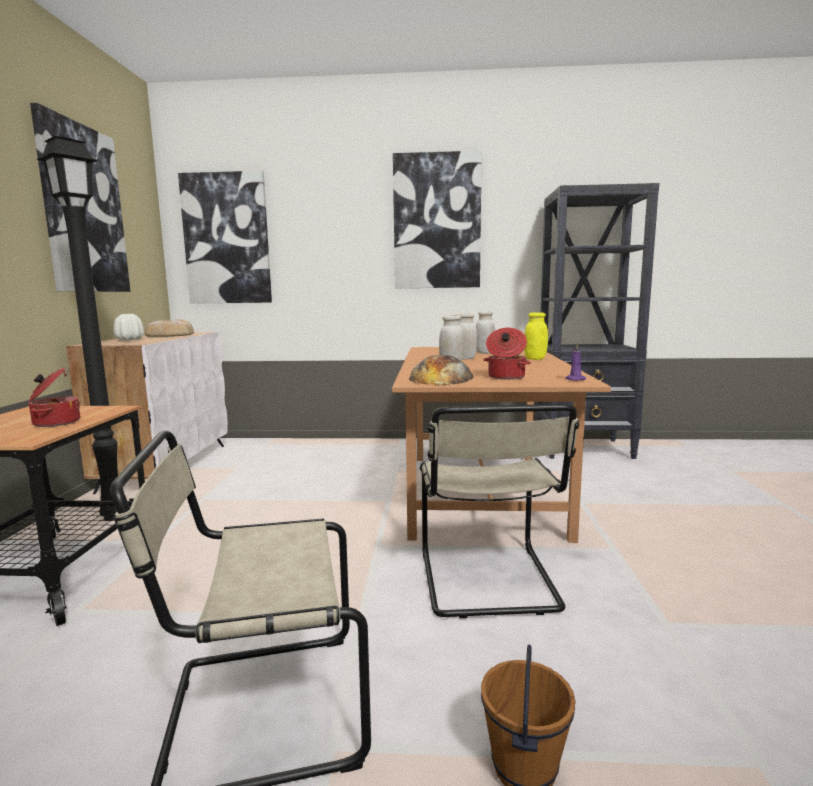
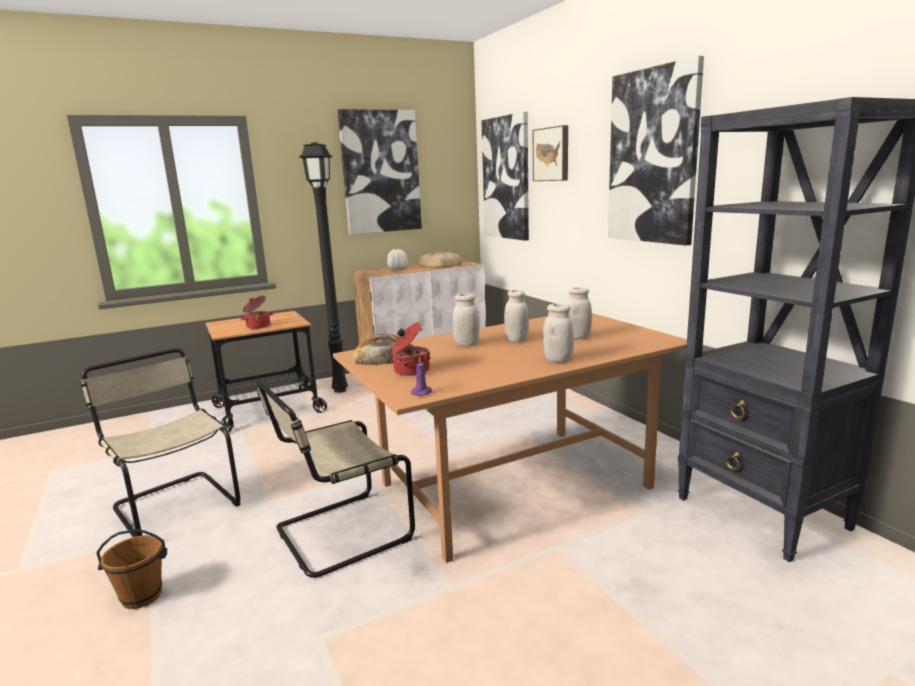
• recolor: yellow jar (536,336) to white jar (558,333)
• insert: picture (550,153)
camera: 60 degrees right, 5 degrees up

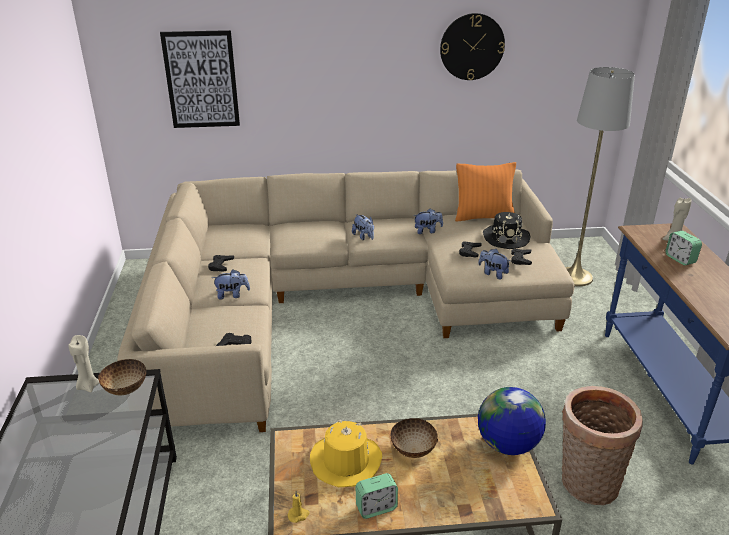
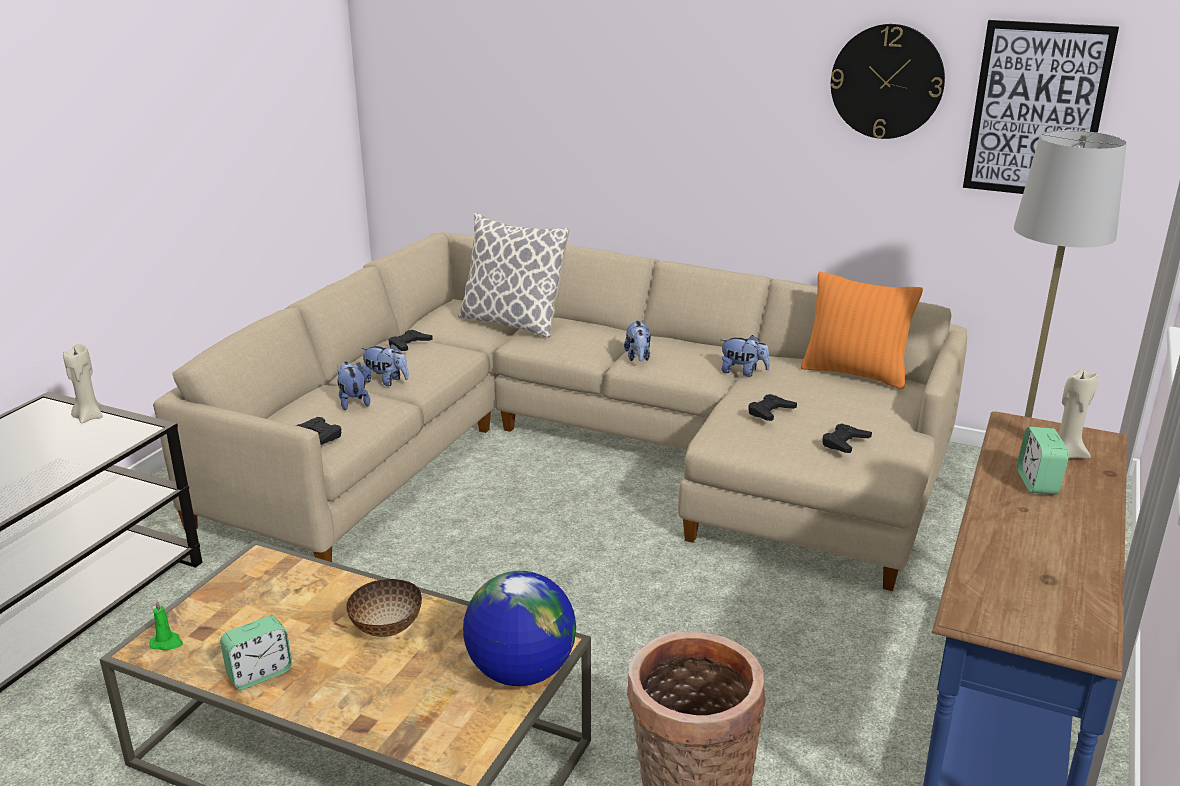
• delete: bowl (122,377)
• move: picture (200,79) to (1041,107)
• recolor: yellow candle (298,507) to green candle (166,625)
• delete: yellow hat (346,453)
• rotate: alarm clock (377,496) = (256,652) 45 degrees counterclockwise
• move: plush toy (494,264) to (353,385)
• delete: black hat (506,230)
• insert: pillow (514,275)
camera: 30 degrees right, 5 degrees down

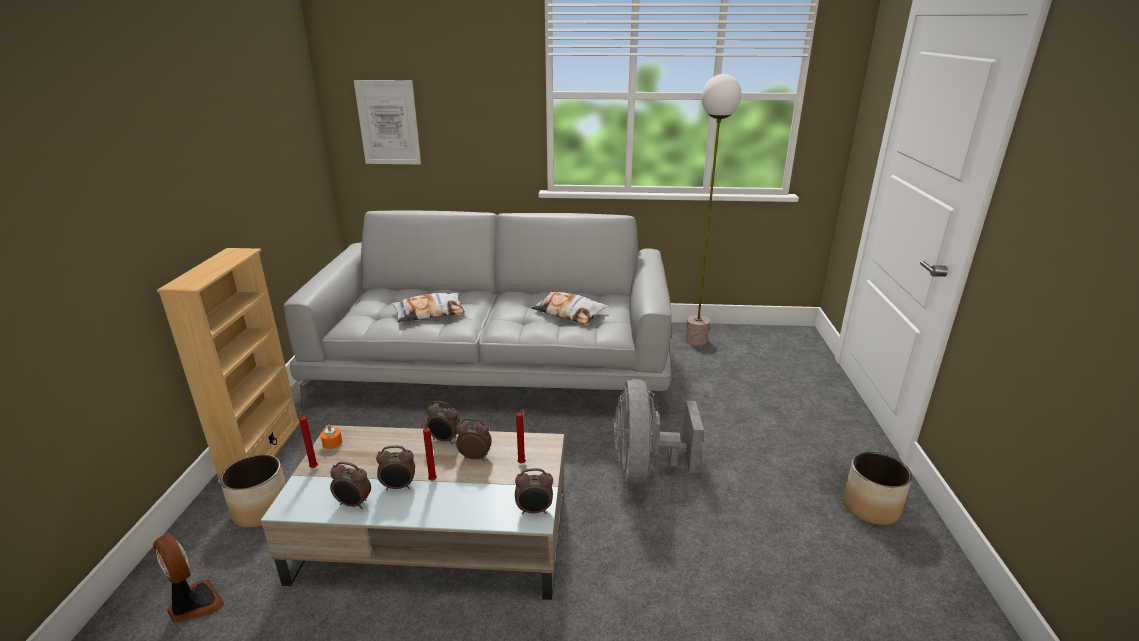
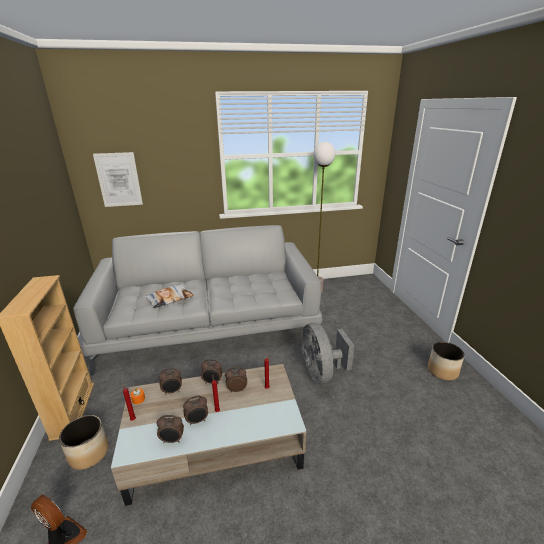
• move: alarm clock (534,491) to (170,381)
• delete: pillow (569,307)
camera: 15 degrees left, 0 degrees up

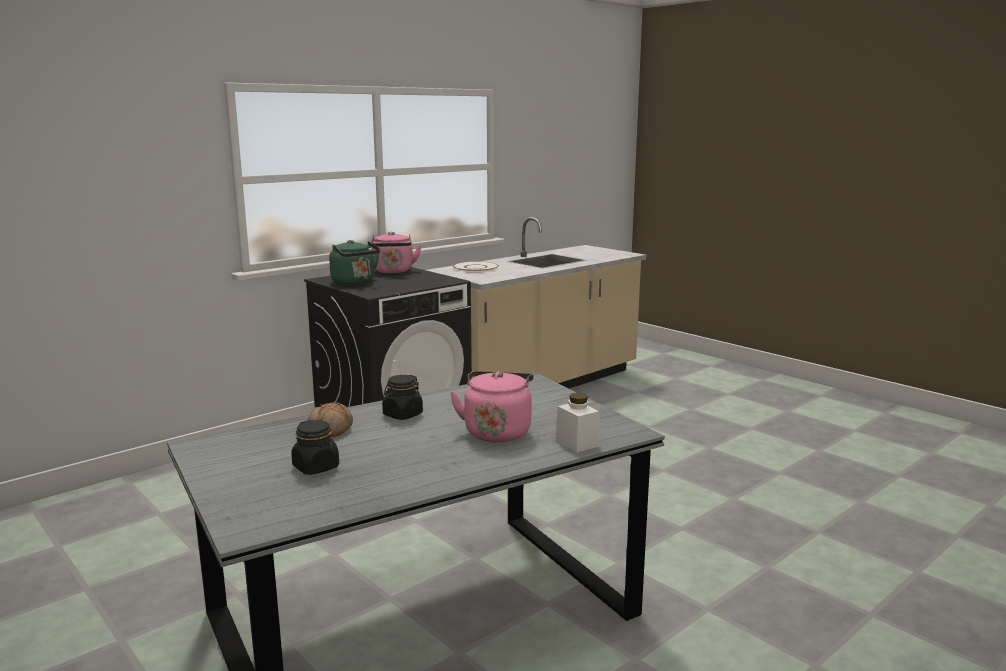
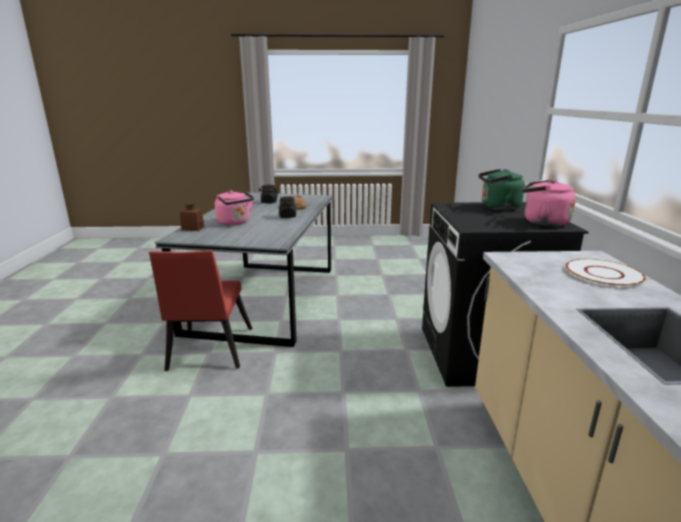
• recolor: white jar (577,423) to brown jar (192,217)
• insert: red chair (200,310)
camera: 130 degrees right, 5 degrees up

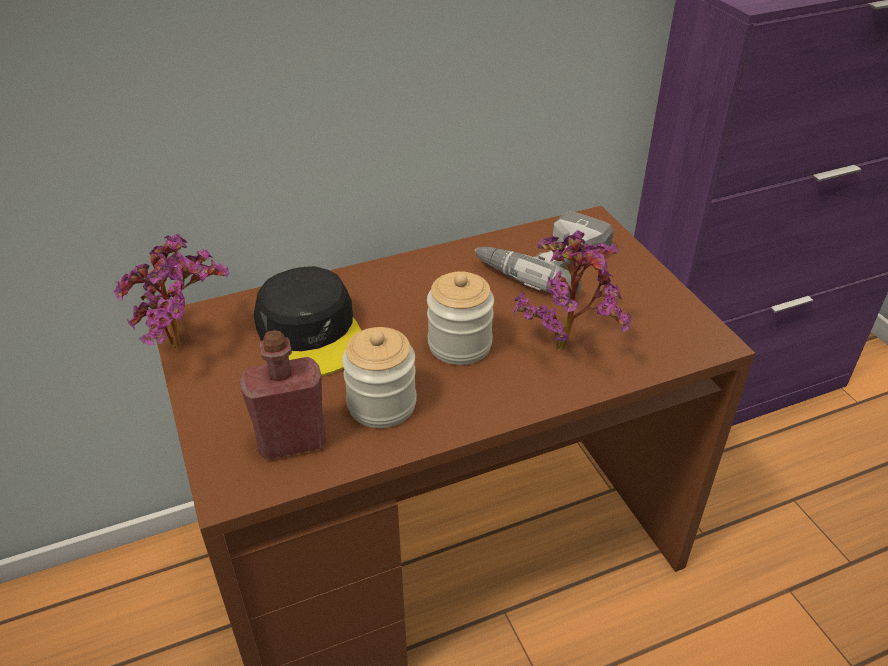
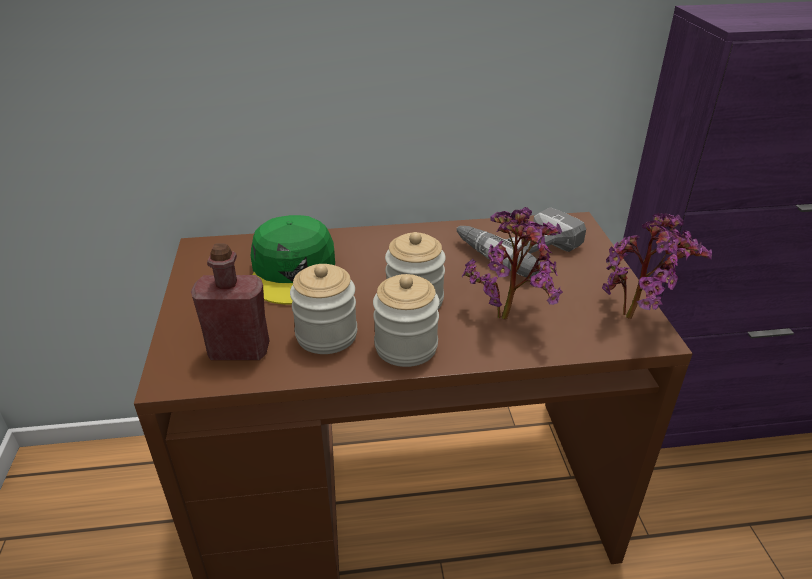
• move: potted plant (171,291) to (657,266)
• recolor: black cap (308,321) to green cap (293,260)
• insert: jar (406,320)
camera: 15 degrees right, 5 degrees down

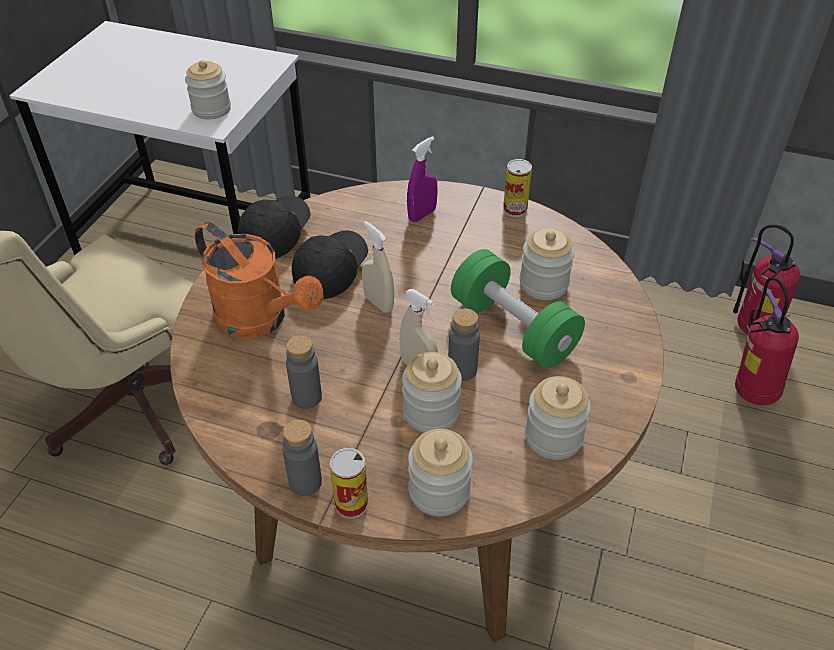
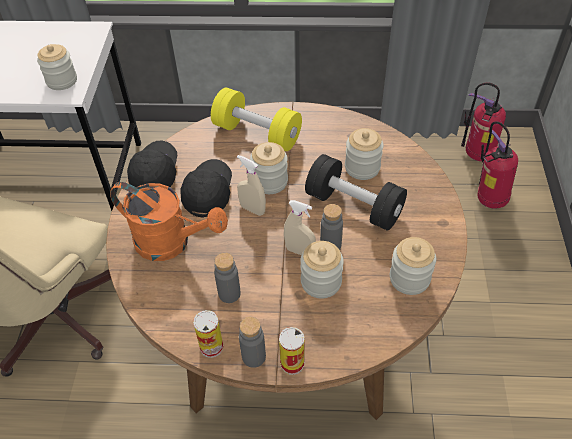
• replace: purple spray bottle (422,179) to yellow dumbbell (256,119)
• move: jar (440,472) to (269,168)
• recolor: green dumbbell (518,308) to black dumbbell (356,192)
• move: can (517,188) to (208,334)
camera: 15 degrees left, 5 degrees up

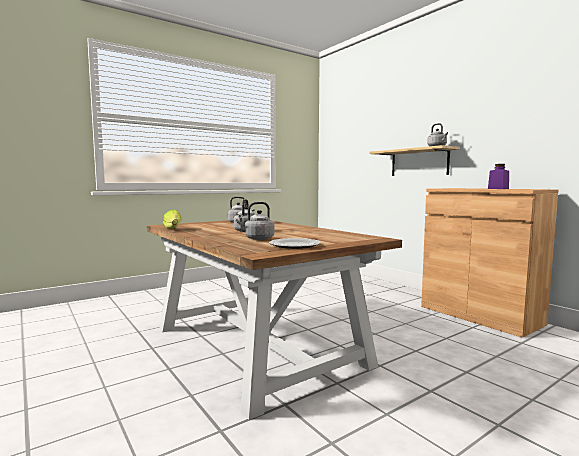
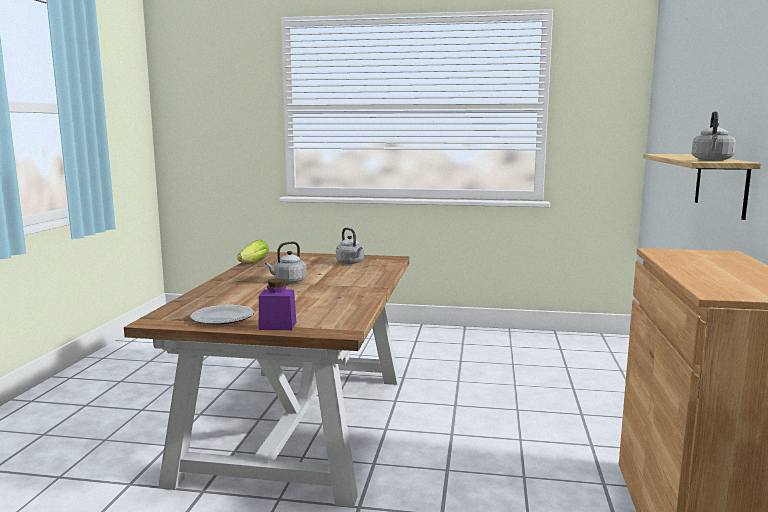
• delete: grey kettle (255,221)
• move: purple jar (498,176) to (277,304)
camera: 45 degrees right, 5 degrees up

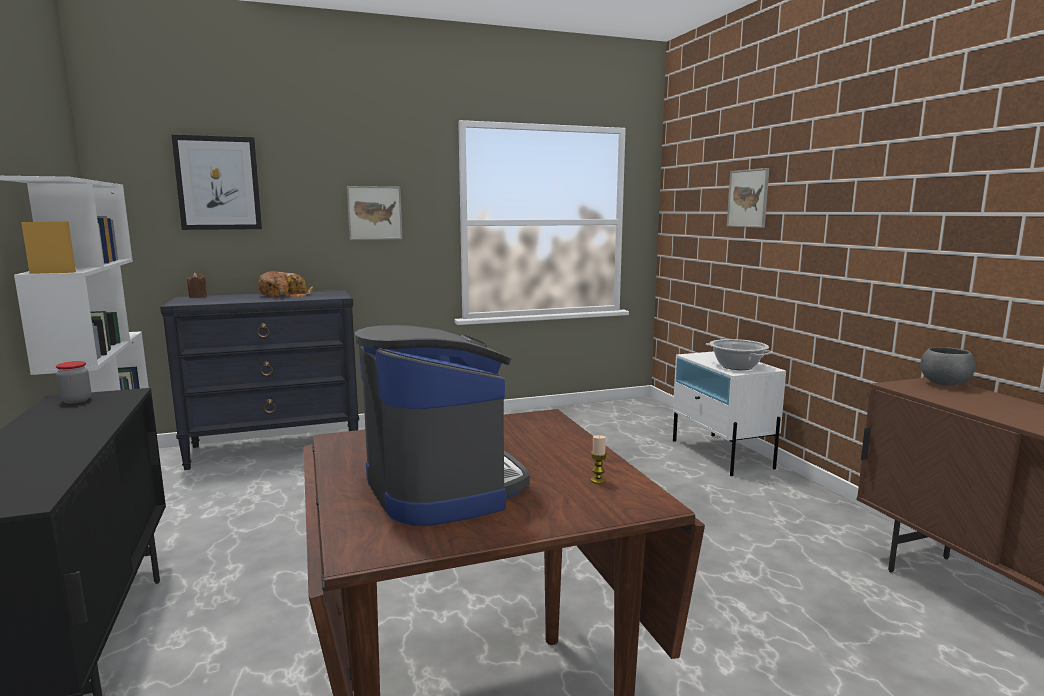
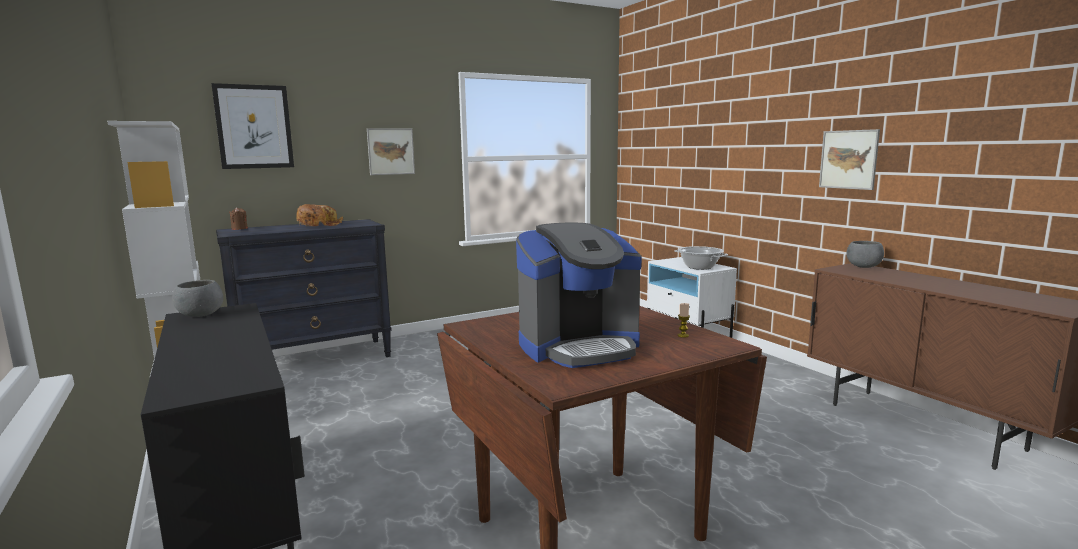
• replace: jar (73,382) to grey bowl (197,298)
• rotate: coffee machine (442,425) = (579,295) 105 degrees clockwise
• move: picture (748,198) to (849,159)
camera: 10 degrees left, 0 degrees up

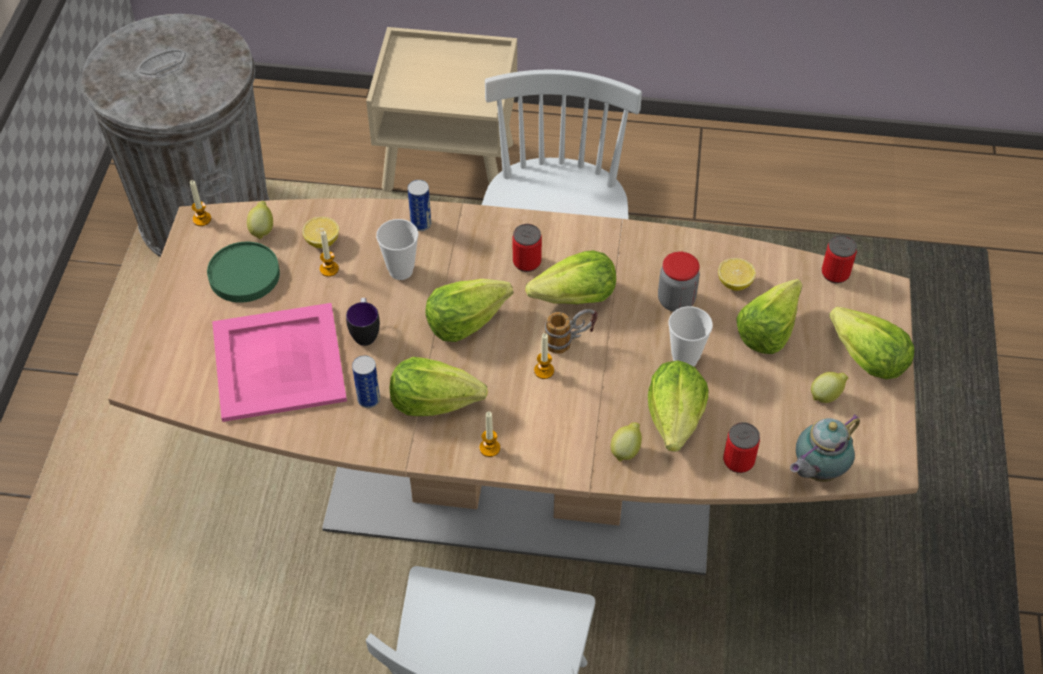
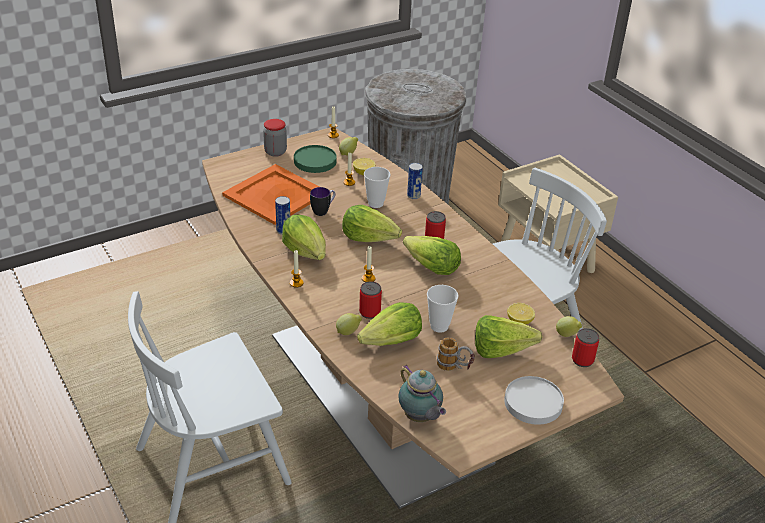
• recolor: pink tray (279,362) to orange tray (270,194)
• move: mug (571,331) to (456,354)
• move: jar (679,282) to (275,138)
• move: can (741,447) to (370,300)
• rotate: teapot (825,448) = (422,393) 135 degrees counterclockwise
• move: lemon (829,387) to (569,326)
• replace: lettuce (871,343) to white plate (534,400)
camera: 50 degrees right, 15 degrees down

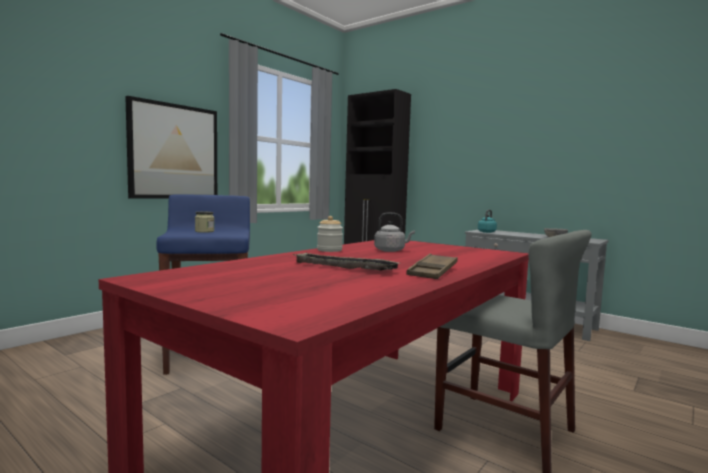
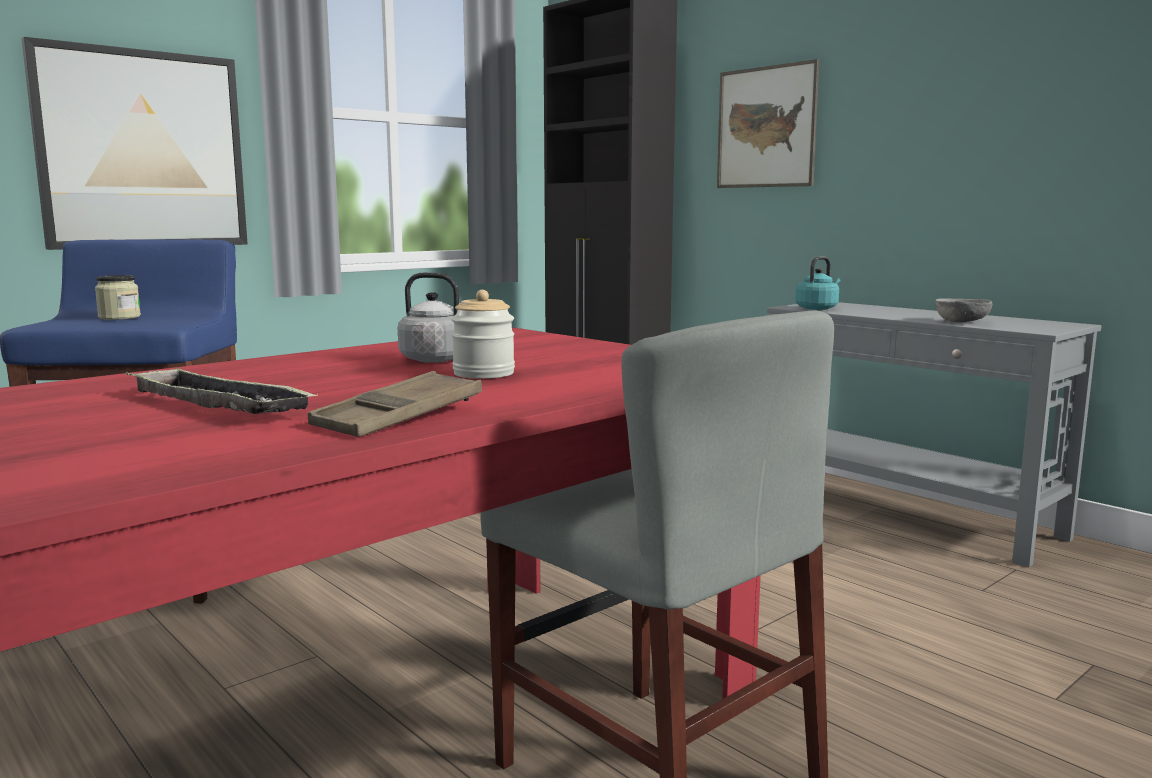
• move: jar (330,234) to (483,334)
• insert: picture (768,123)
camera: 10 degrees right, 5 degrees up

